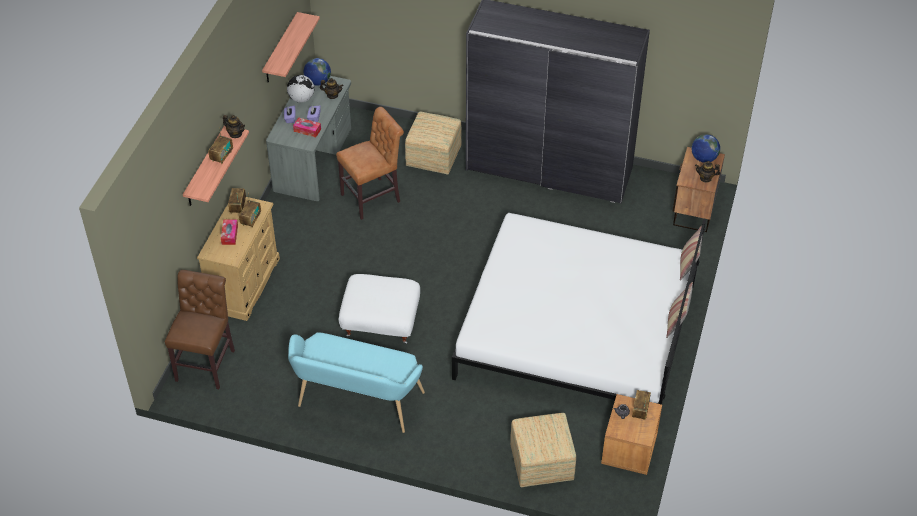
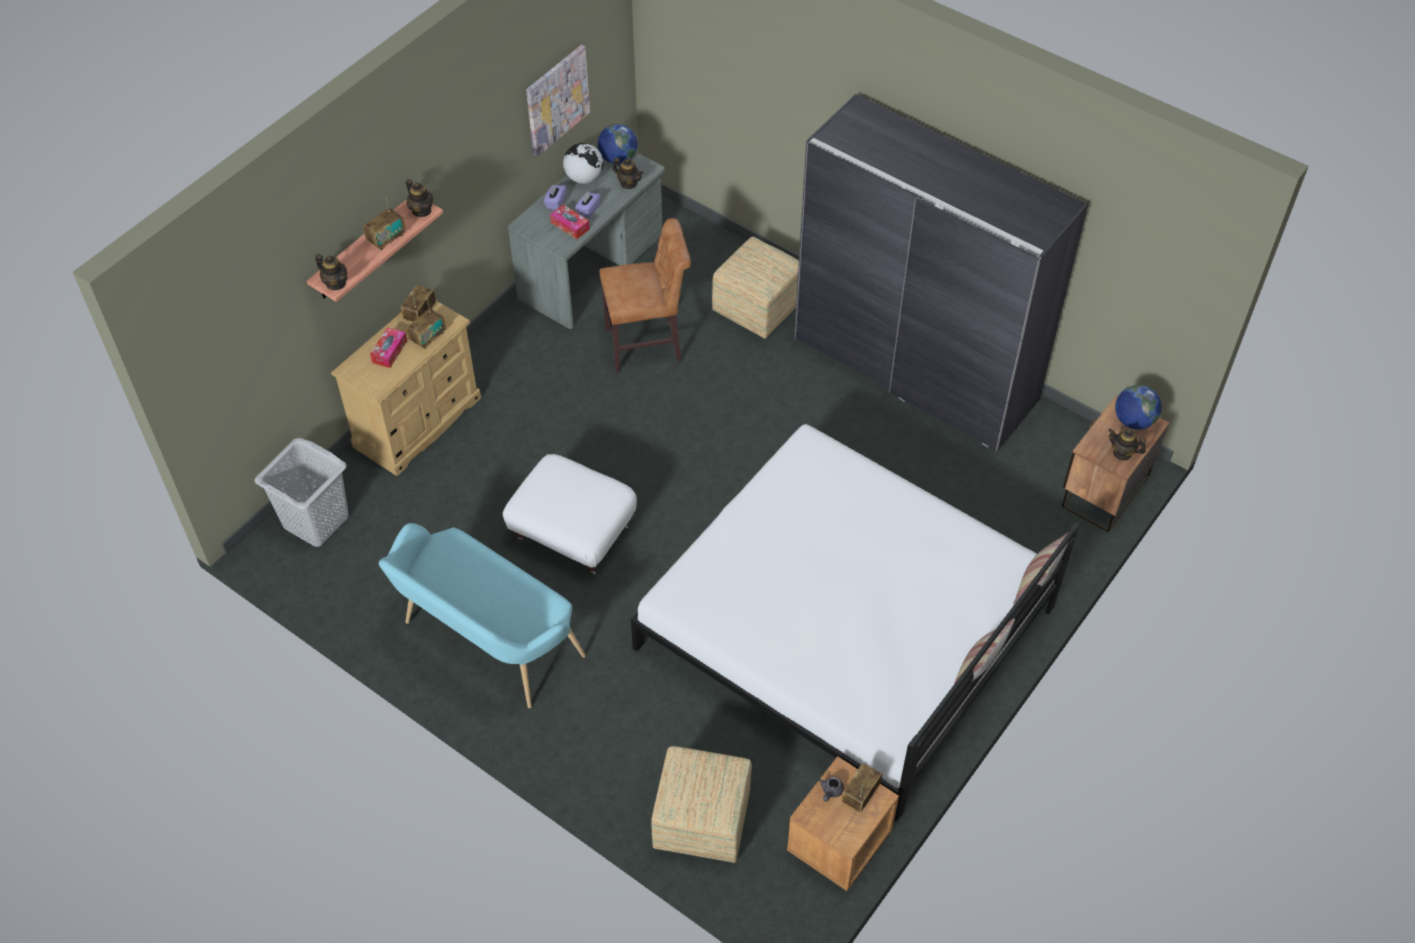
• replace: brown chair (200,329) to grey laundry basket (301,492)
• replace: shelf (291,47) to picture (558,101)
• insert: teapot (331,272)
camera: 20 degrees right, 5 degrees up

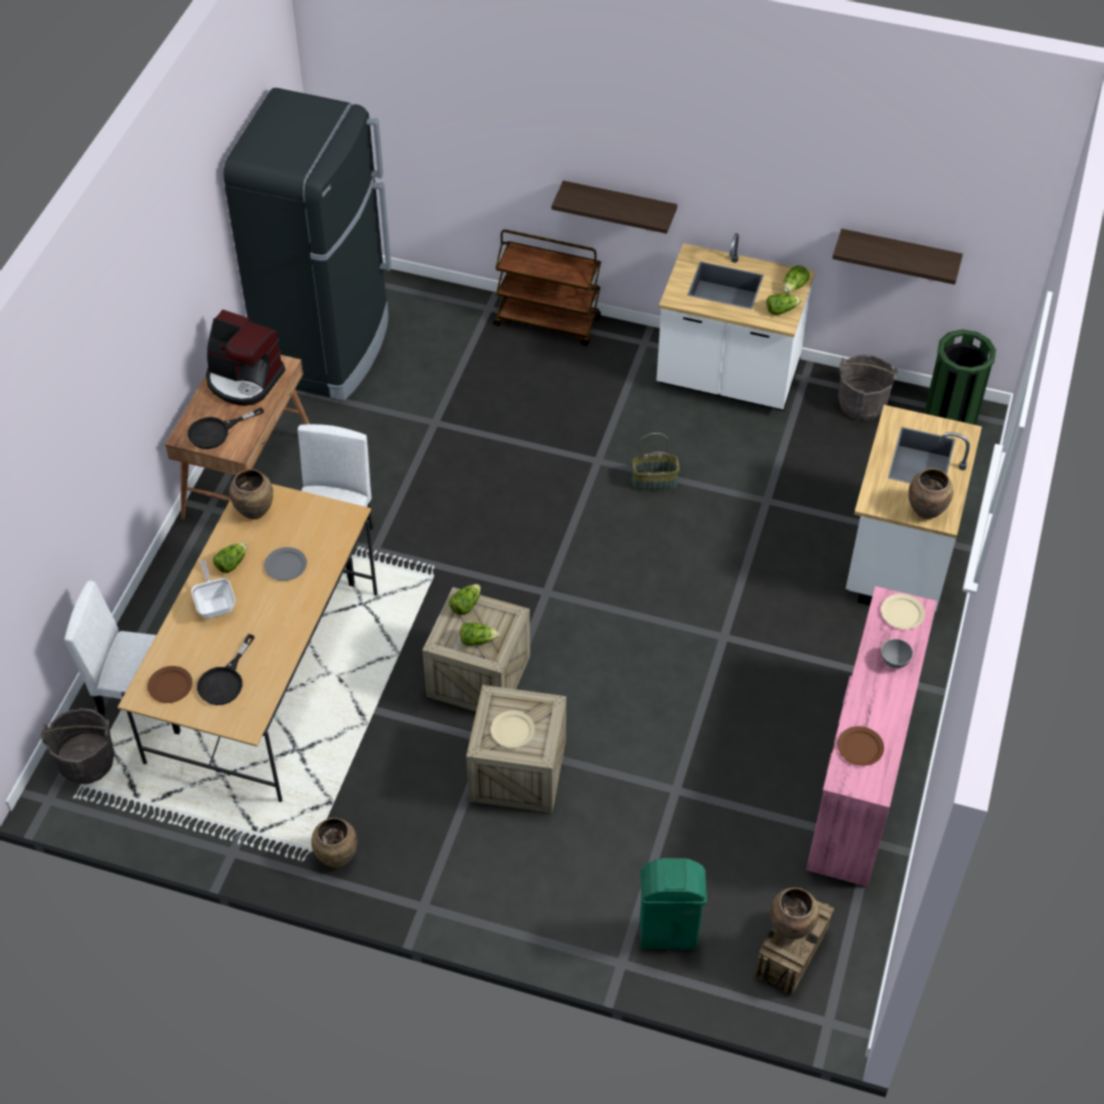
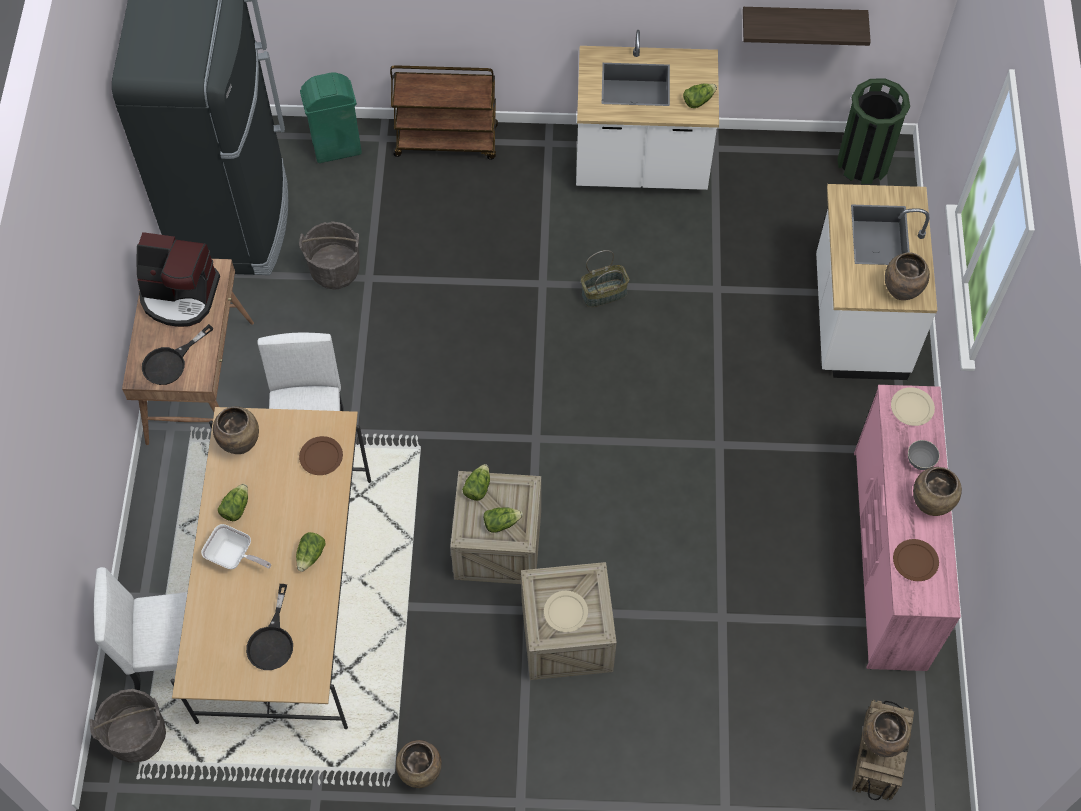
• move: brown plate (170,684) to (321,455)
• rotate: frying pan (213,589) = (236,546) 150 degrees clockwise
• delete: grey plate (285,564)
• delete: shelf (614,207)
• move: green trash can (673,904) to (331,117)
• move: lettuce (796,279) to (311,552)
• move: grey bucket (868,387) to (329,255)
• insert: brown vase (937,491)
camera: 15 degrees left, 10 degrees up

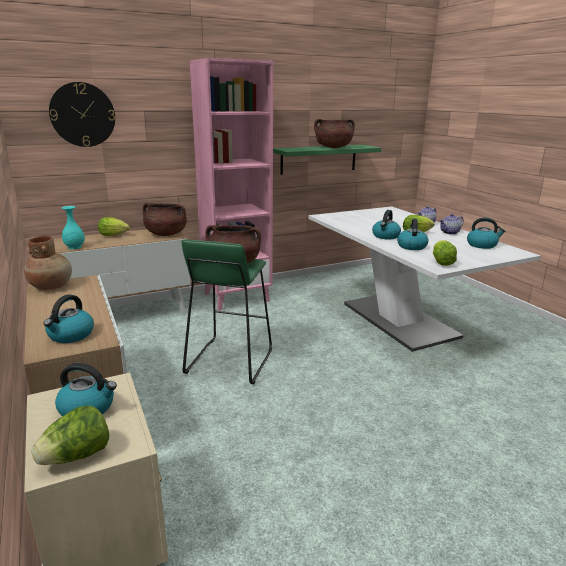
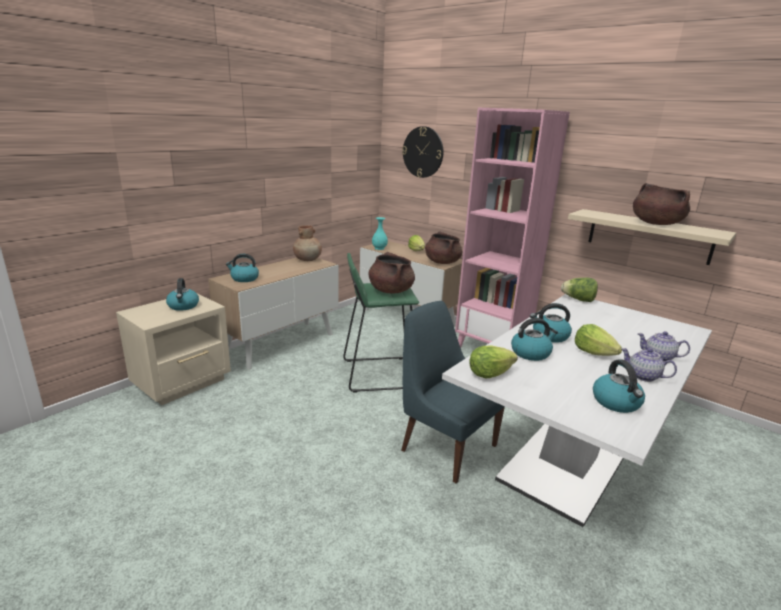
• move: lettuce (70,435) to (579,290)
• recolor: green shelf (327,160) to beige shelf (652,237)
• insert: blue chair (453,392)
camera: 65 degrees right, 0 degrees up

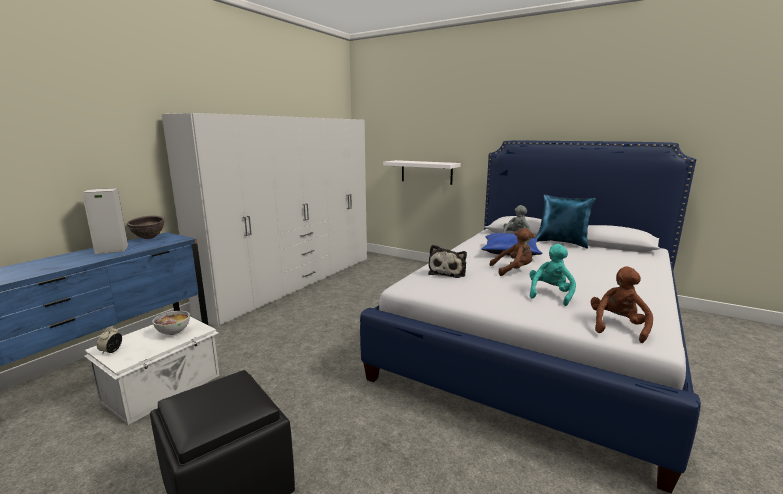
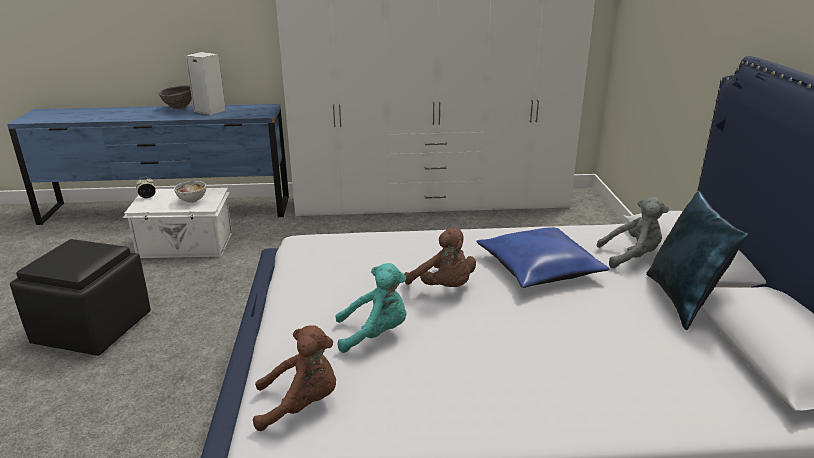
• move: brown bowl (146,227) to (175,97)
• delete: white shelf (422,172)
• delete: plush toy (447,261)
camera: 55 degrees right, 10 degrees up

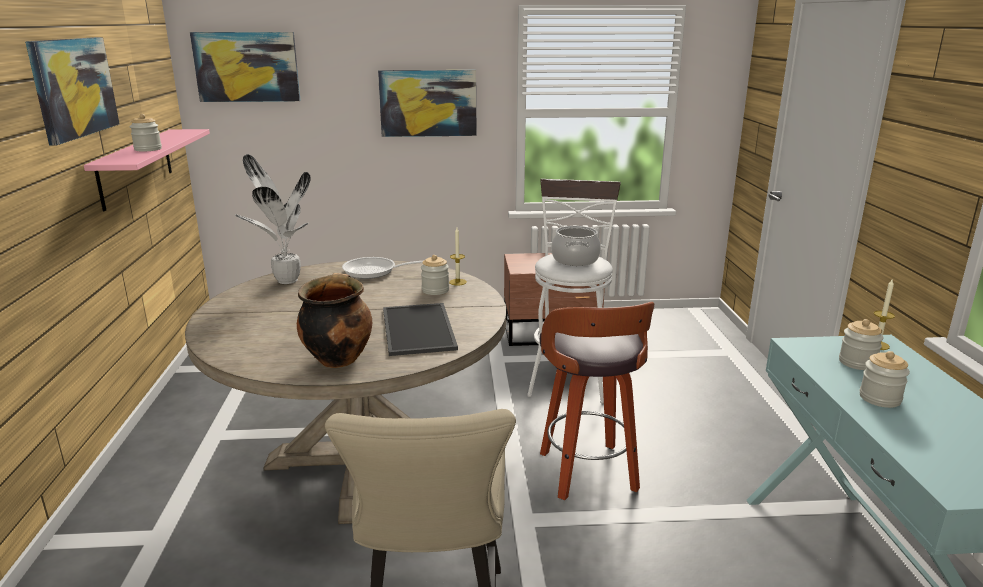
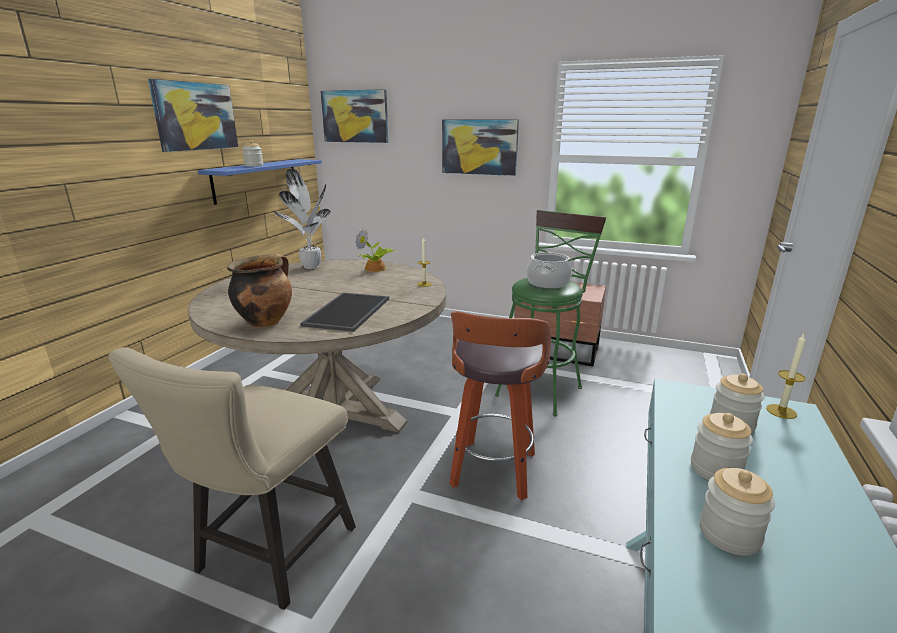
• recolor: pink shelf (147,170) to blue shelf (260,182)
• replace: frying pan (382,268) to potted plant (375,250)
• move: jar (435,275) to (737,511)
• recolor: white stool (574,291) to green stool (550,313)
camera: 25 degrees right, 0 degrees up

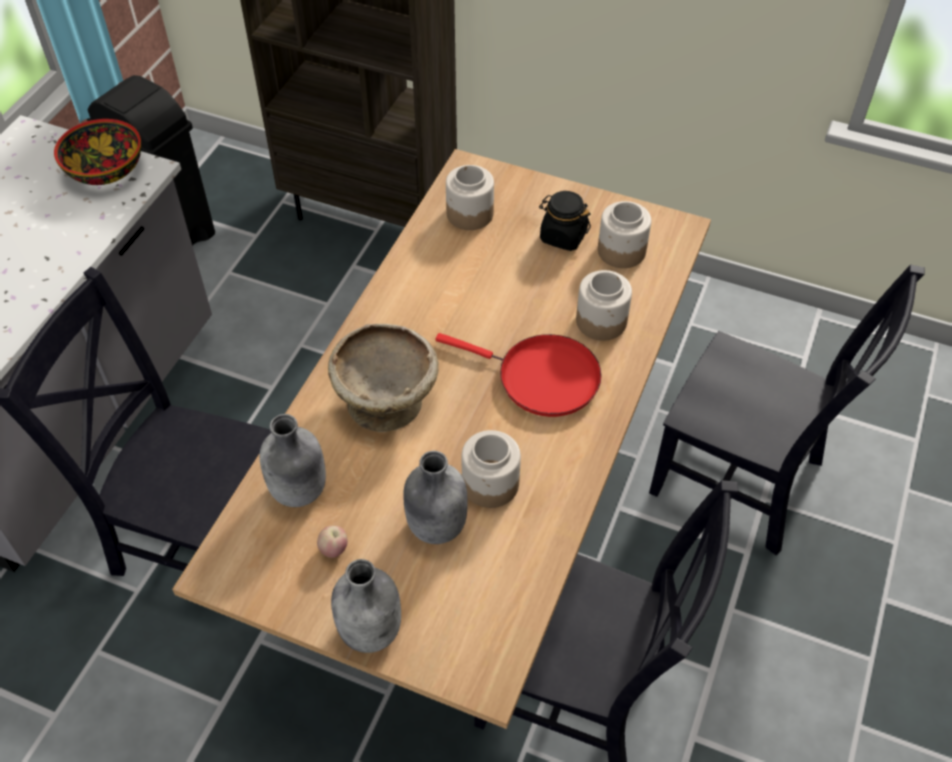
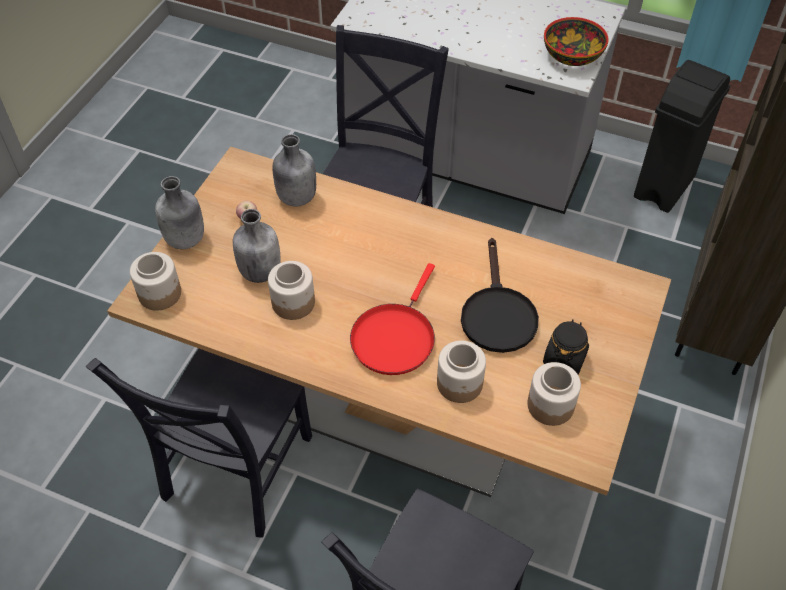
• delete: beige bowl (383,378)
• move: jar (470,197) to (155,281)
• insert: black frying pan (500,295)
camera: 90 degrees right, 0 degrees up

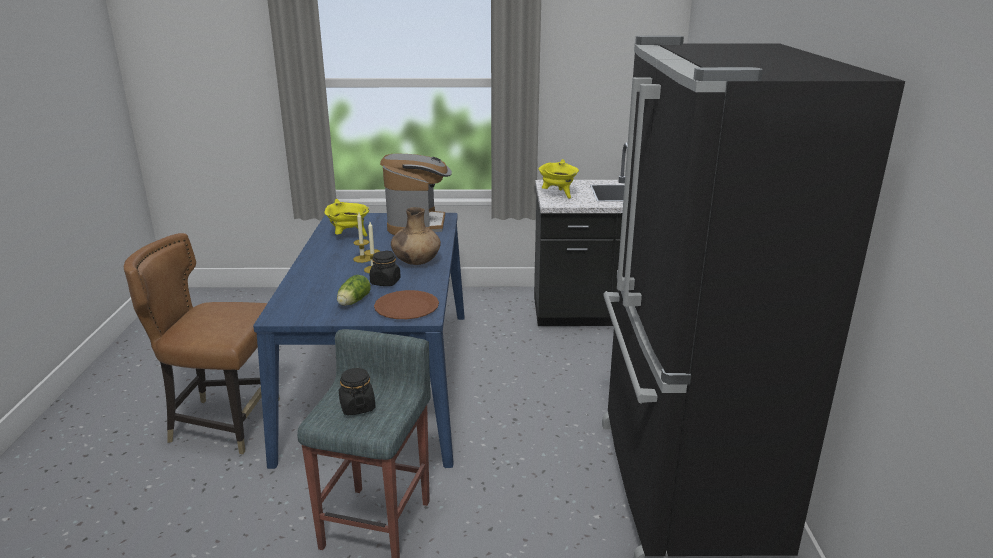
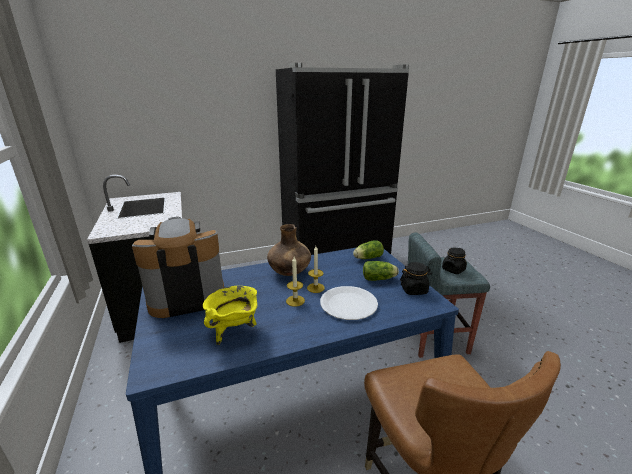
• move: black jar (385,268) to (416,278)
• replace: brown plate (406,304) to lettuce (368,249)
• delete: yellow cooking pot (558,178)
• insert: white plate (349,303)
camera: 110 degrees left, 0 degrees up

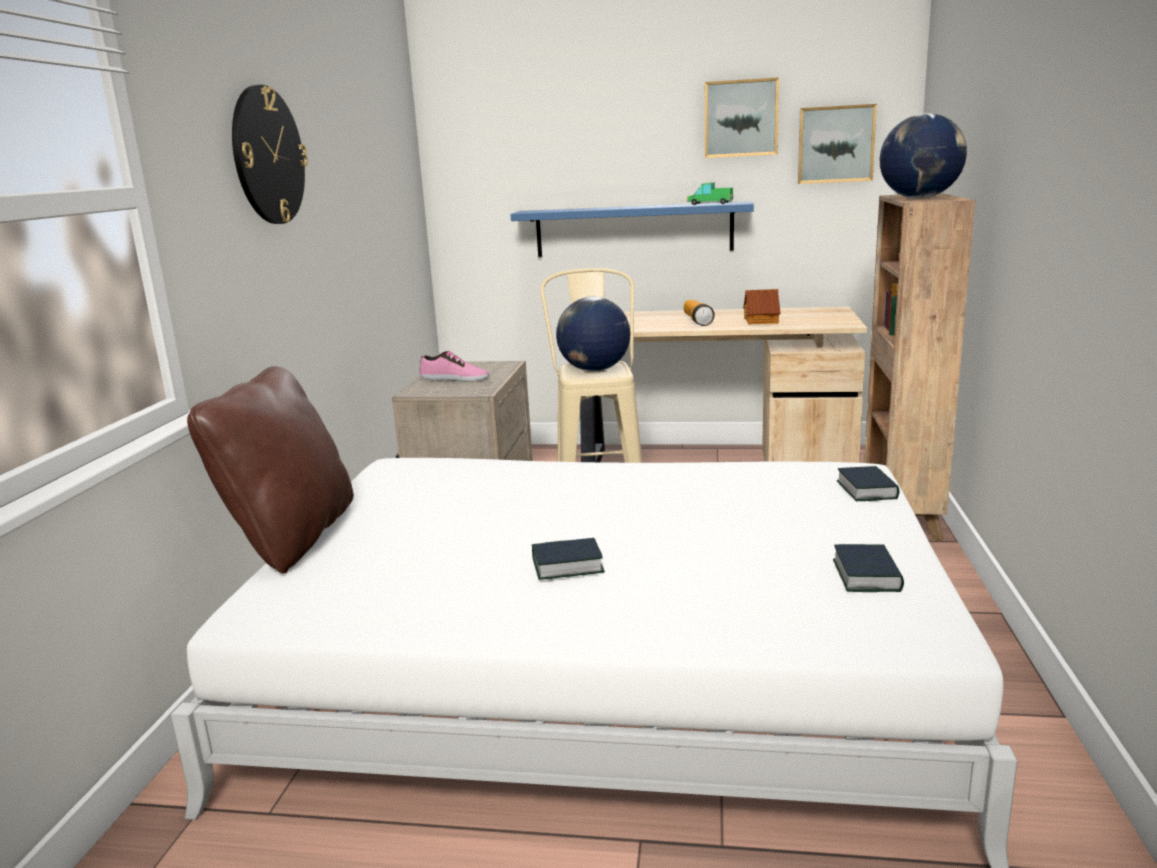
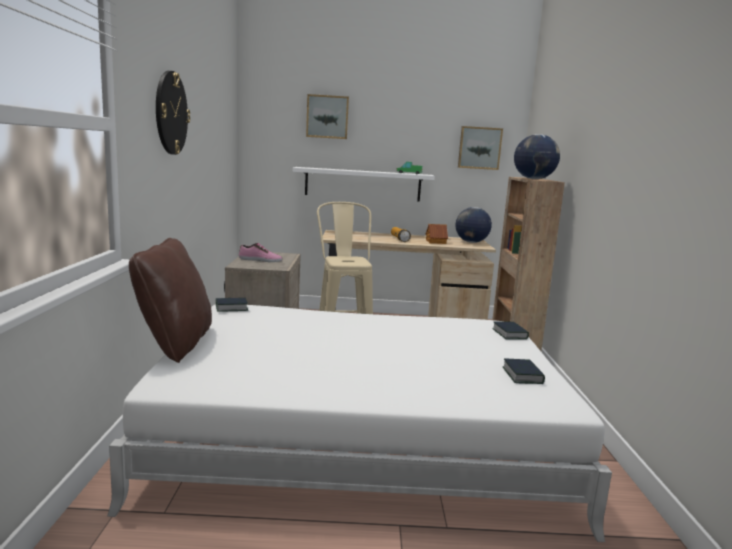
• recolor: blue shelf (632,229) to white shelf (363,184)
• move: book (568,559) to (232,305)
• move: globe (593,334) to (474,225)
• move: picture (742,117) to (327,116)
camera: 10 degrees left, 5 degrees down

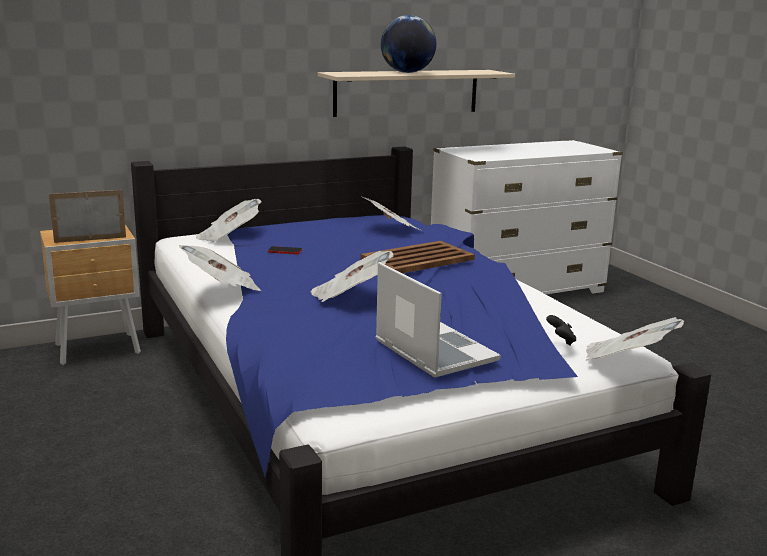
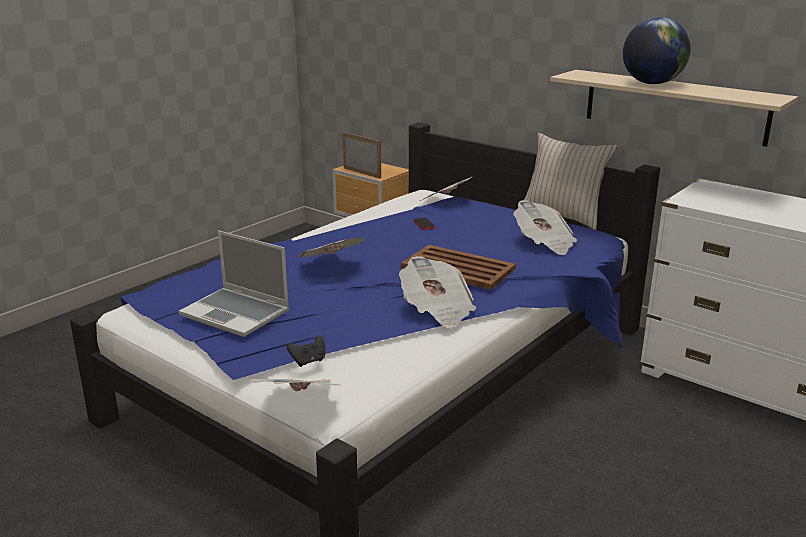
• move: newspaper (220,268) to (437,292)
• rotate: laptop (438,320) = (233,284) 90 degrees clockwise
• insert: beige pillow (570,181)
camera: 65 degrees right, 5 degrees up

